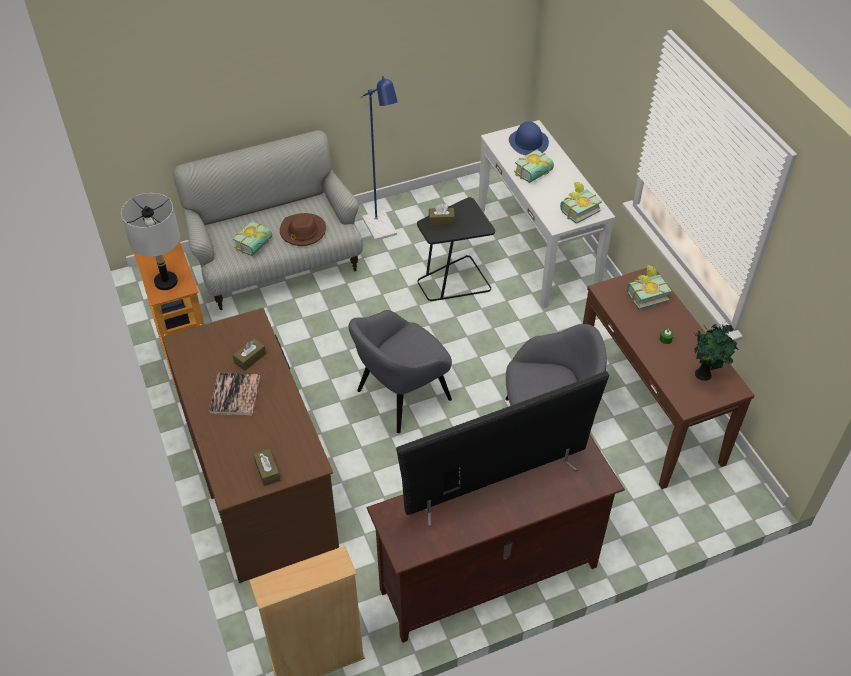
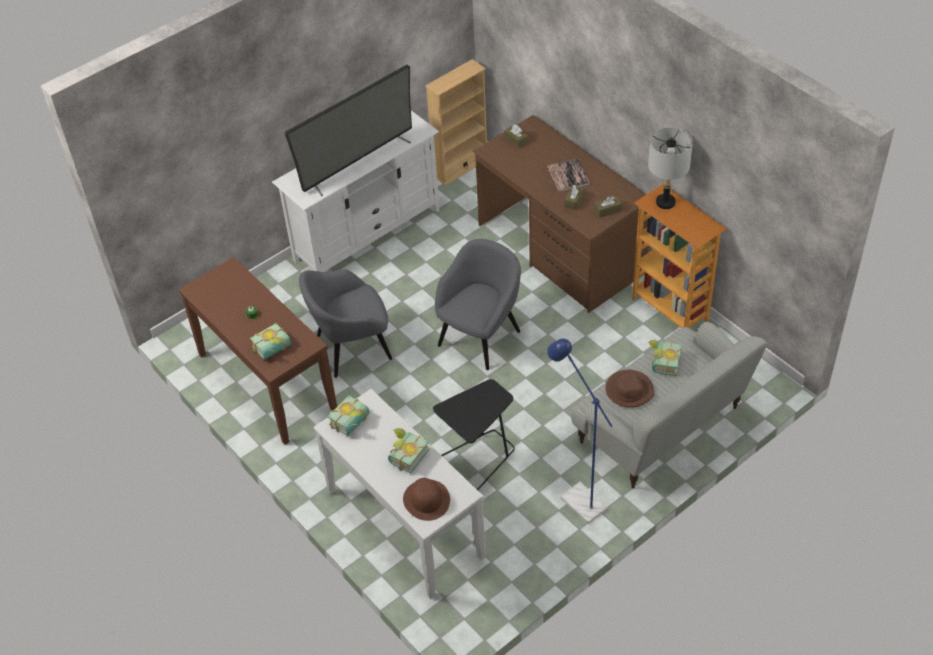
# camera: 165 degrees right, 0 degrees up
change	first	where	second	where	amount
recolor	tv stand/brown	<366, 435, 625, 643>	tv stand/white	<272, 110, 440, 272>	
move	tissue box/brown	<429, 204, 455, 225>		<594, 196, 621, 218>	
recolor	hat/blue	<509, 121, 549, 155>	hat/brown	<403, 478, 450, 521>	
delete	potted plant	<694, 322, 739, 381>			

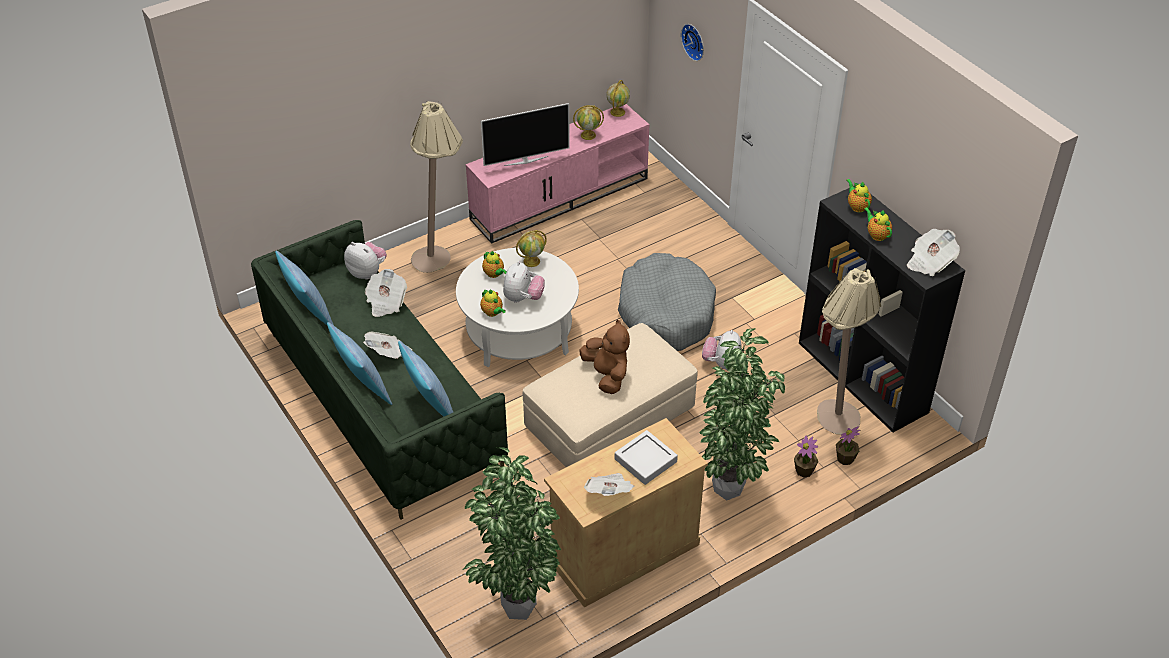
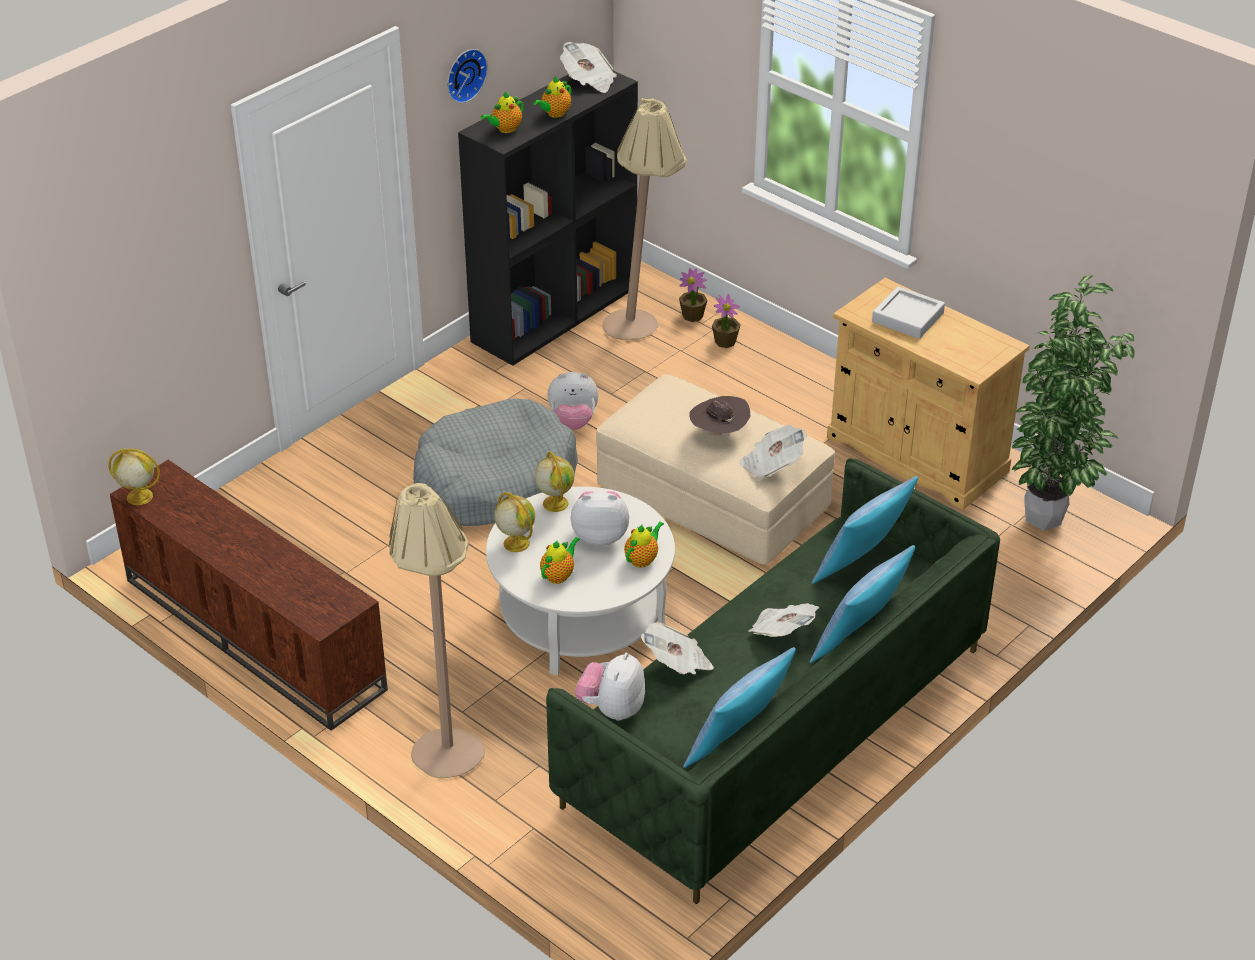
# camera: 105 degrees left, 5 degrees down
change	first	where	second	where	amount
recolor	tv stand/pink	<466, 104, 649, 244>	tv stand/brown	<110, 460, 388, 731>	
delete	television	<481, 103, 570, 166>			
move	globe	<573, 105, 604, 140>		<534, 452, 574, 512>	
replace	plush toy/brown	<579, 319, 630, 394>	hat/brown	<689, 396, 751, 436>	
move	newspaper	<584, 473, 635, 496>		<739, 425, 807, 480>	
move	wall clock	<681, 24, 704, 61>		<447, 49, 488, 103>	
delete	potted plant	<699, 328, 785, 501>			

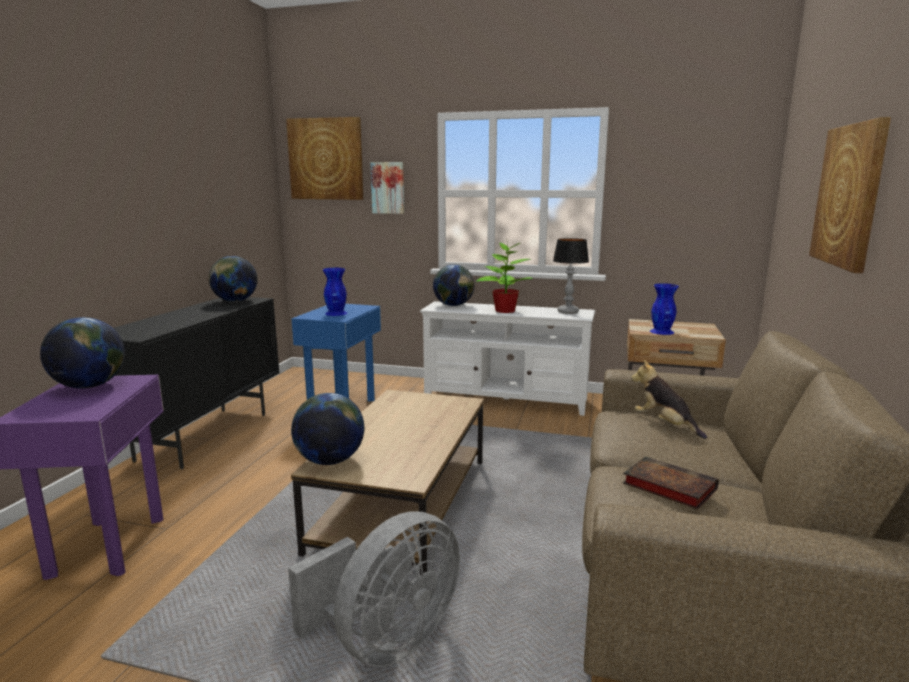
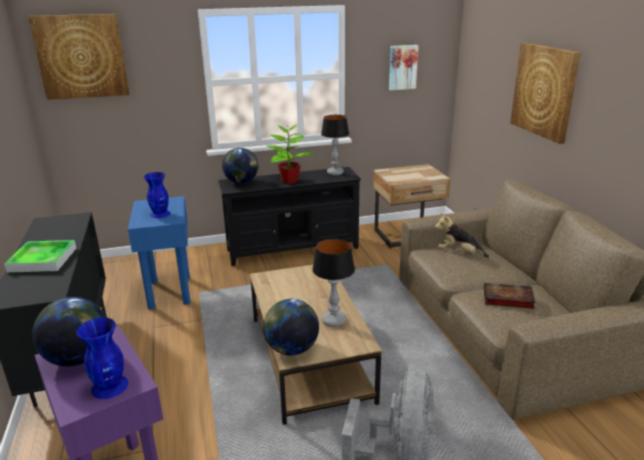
# camera: 30 degrees left, 10 degrees up
change	first	where	second	where	amount
delete	globe	<209, 256, 258, 302>			
move	picture	<371, 162, 404, 214>		<389, 45, 419, 90>	
recolor	tv stand/white	<420, 301, 595, 416>	tv stand/black	<218, 167, 361, 266>	
move	vase/blue	<650, 283, 679, 335>		<77, 317, 128, 399>	
insert			tray	<4, 240, 76, 273>	
insert			table lamp	<312, 239, 355, 327>	

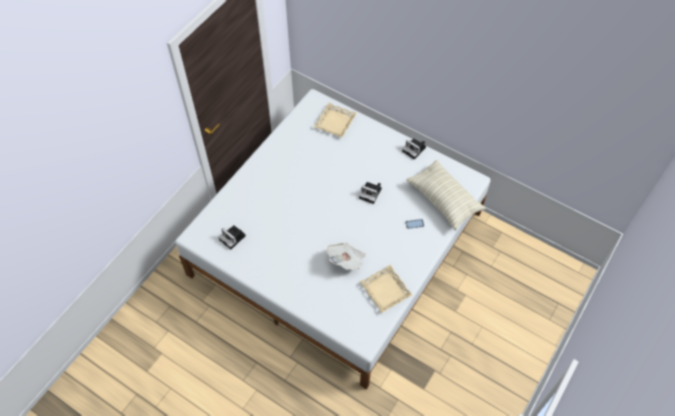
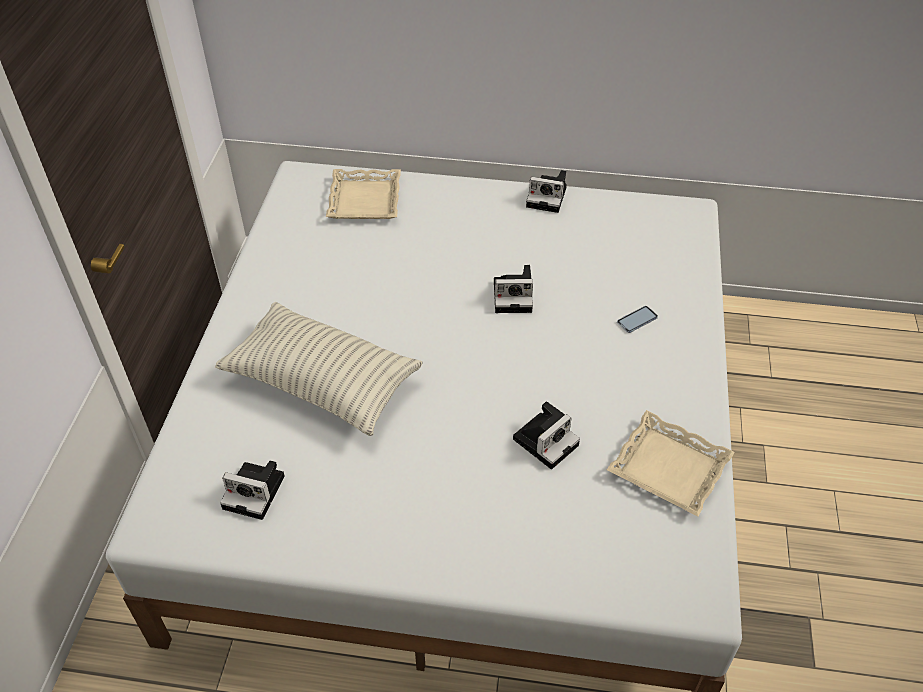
# camera: 25 degrees left, 10 degrees down
change	first	where	second	where	amount
replace	newspaper	<326, 243, 366, 270>	photo camera	<513, 401, 580, 469>	
move	pillow	<406, 160, 486, 230>		<215, 302, 423, 436>	

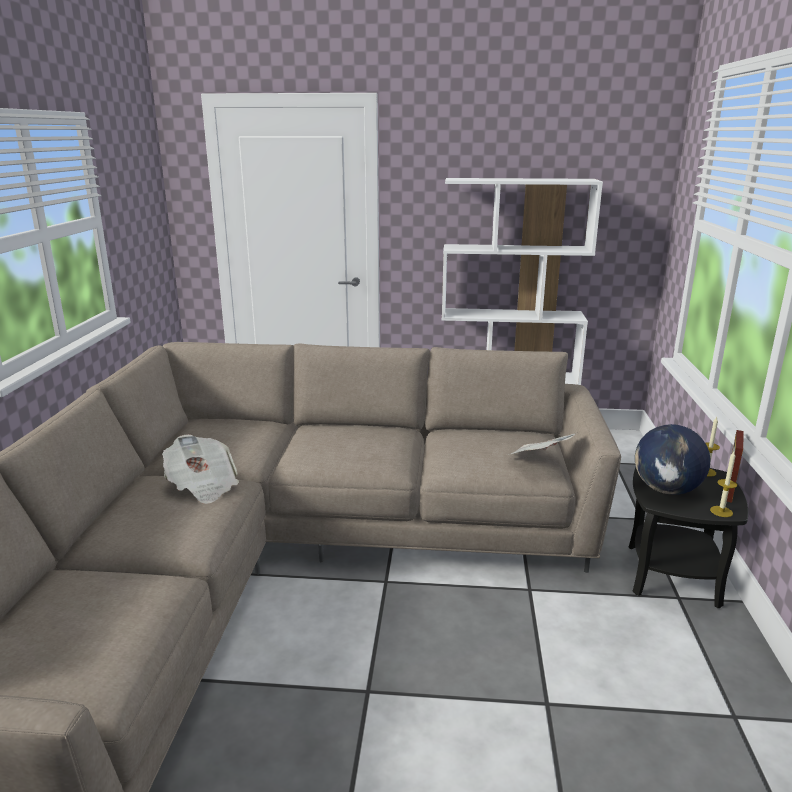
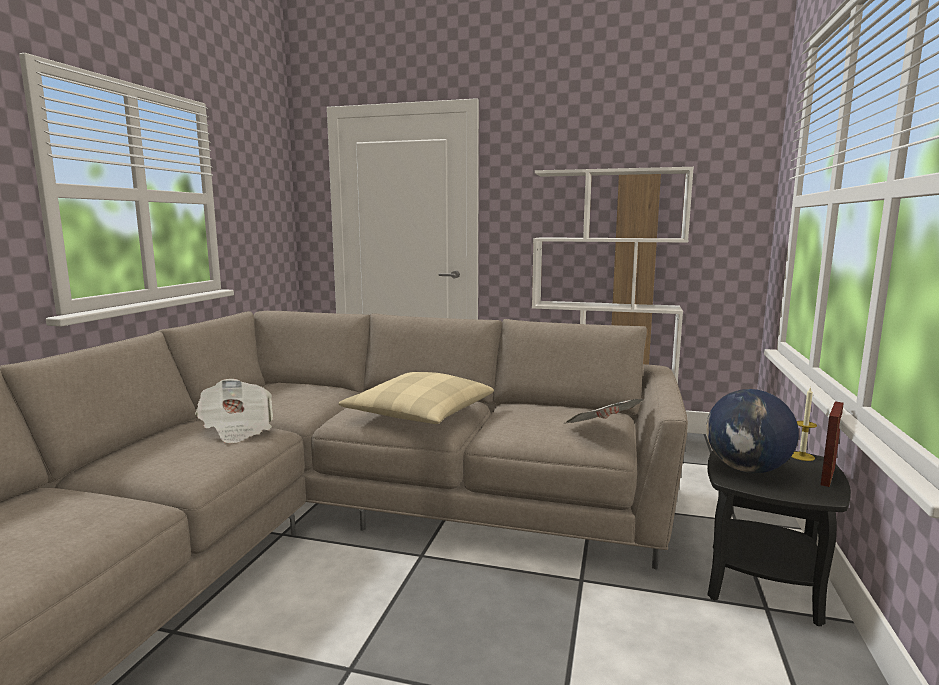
# camera: 10 degrees right, 10 degrees down
change	first	where	second	where	amount
delete	candle	<710, 451, 737, 517>			
insert			pillow/beige	<339, 372, 494, 424>	

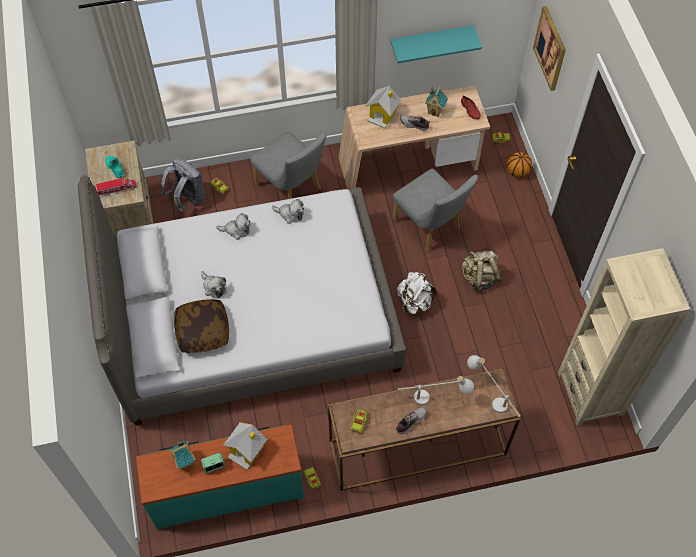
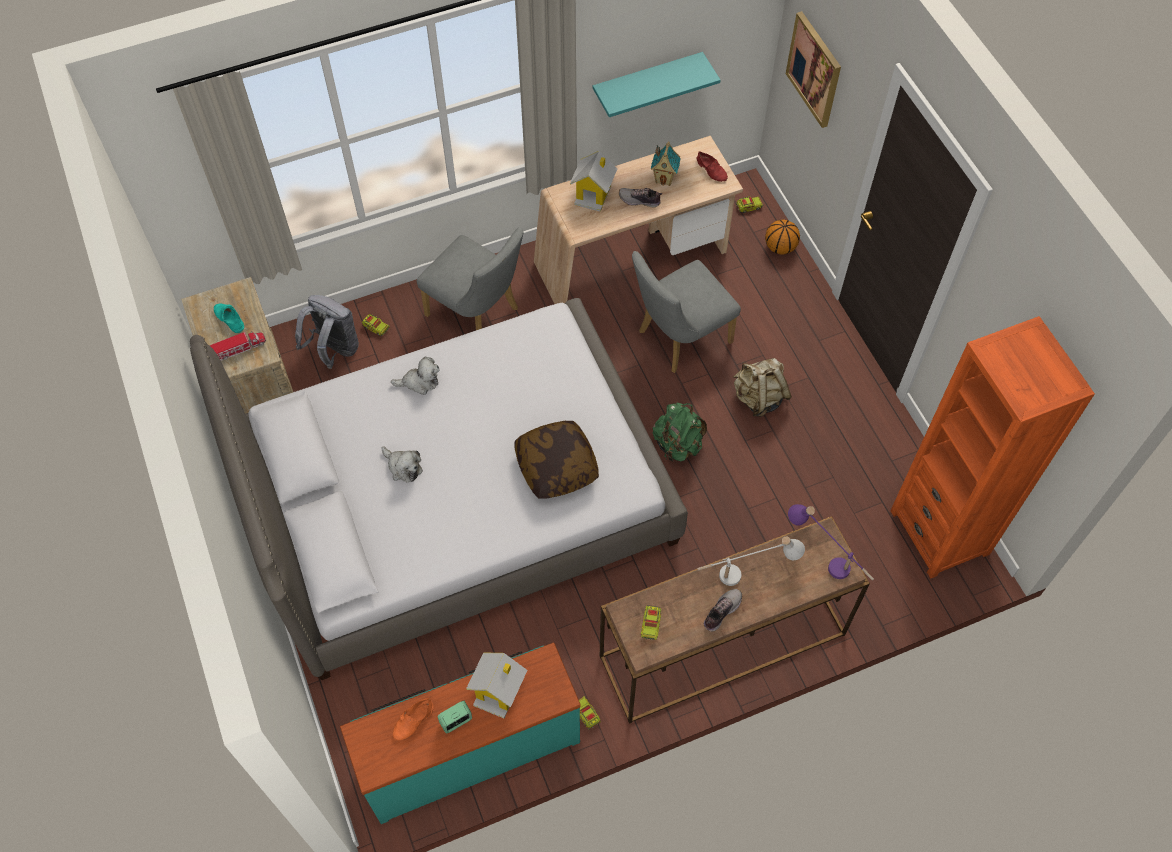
# camera: 10 degrees left, 0 degrees up
change	first	where	second	where	amount
replace	toy house	<169, 440, 196, 470>	shoe/orange	<393, 698, 434, 740>	
move	pillow	<174, 299, 229, 353>		<515, 421, 599, 499>	
delete	plush toy	<272, 199, 304, 224>			
rotate	chair/grey	<393, 169, 478, 252>		<632, 251, 741, 373>	105 degrees clockwise
recolor	backpack/white	<397, 272, 437, 314>	backpack/green	<652, 402, 707, 462>	
recolor	table lamp/white	<467, 355, 520, 417>	table lamp/purple	<788, 504, 874, 580>	
recolor	bookcase/beige	<558, 248, 690, 425>	bookcase/orange	<890, 316, 1095, 579>	

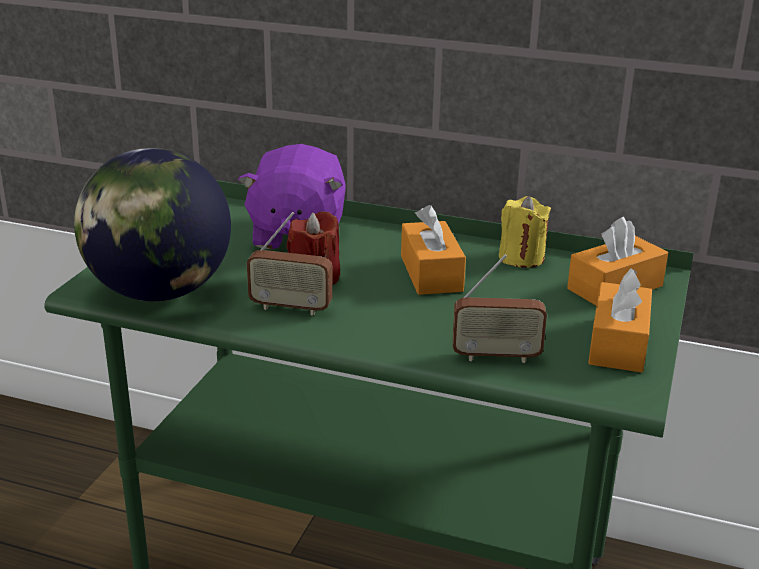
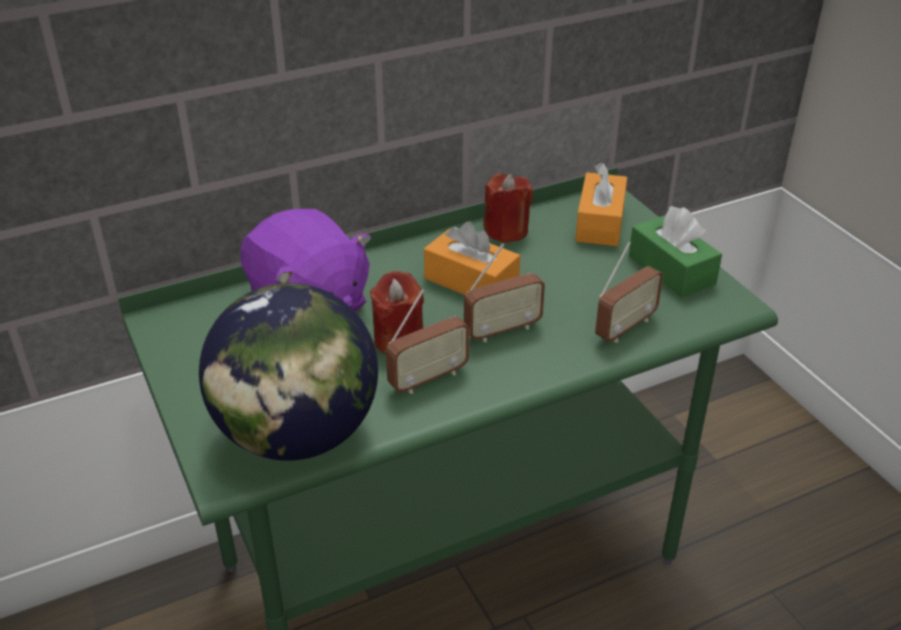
# camera: 45 degrees left, 10 degrees up
change	first	where	second	where	amount
recolor	candle/yellow	<499, 196, 551, 268>	candle/red	<483, 174, 533, 243>	
recolor	tissue box/orange	<588, 268, 652, 373>	tissue box/green	<629, 206, 722, 298>	
insert			radio	<464, 243, 545, 342>	

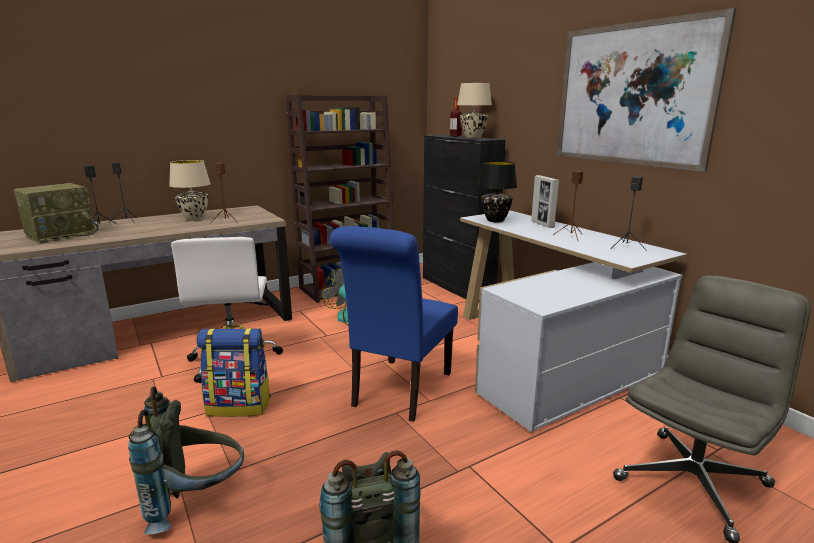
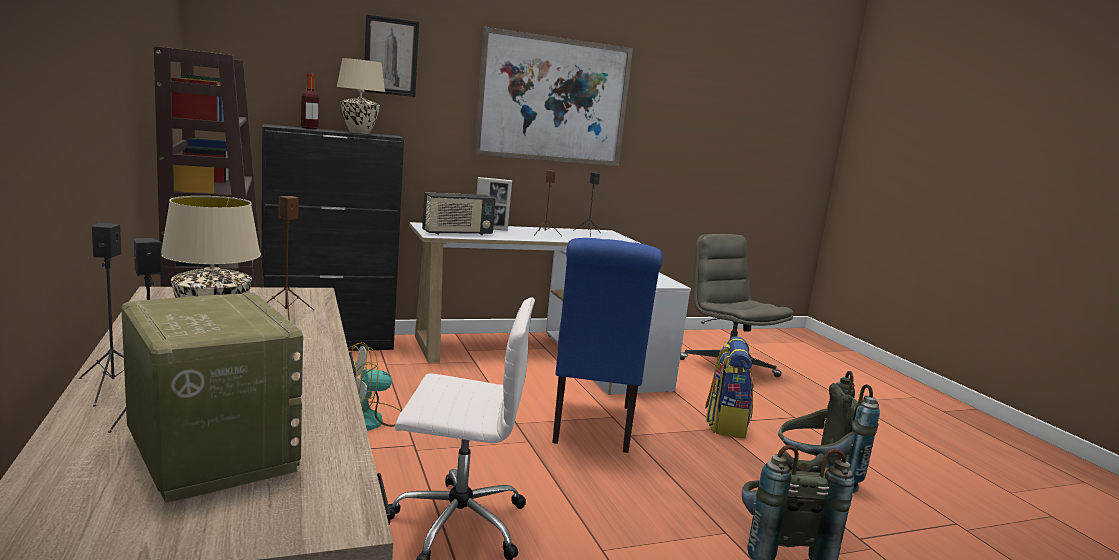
# camera: 80 degrees left, 5 degrees down
change	first	where	second	where	amount
move	backpack	<196, 325, 271, 417>		<705, 336, 754, 438>	
rotate	chair/blue	<330, 226, 458, 422>		<552, 238, 662, 453>	60 degrees clockwise
replace	table lamp/black	<478, 161, 517, 222>	radio	<422, 192, 496, 235>	
insert			picture	<364, 14, 419, 97>	

